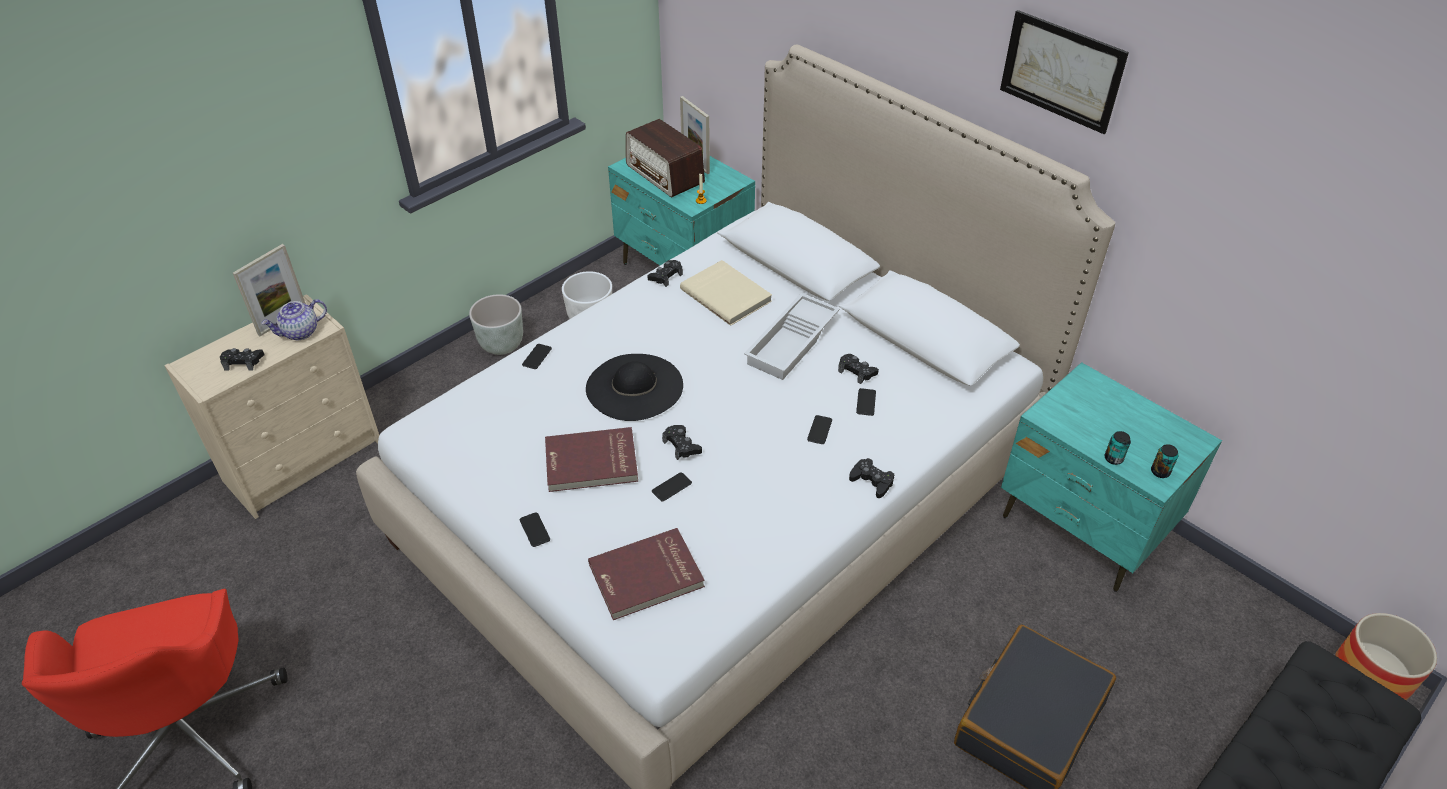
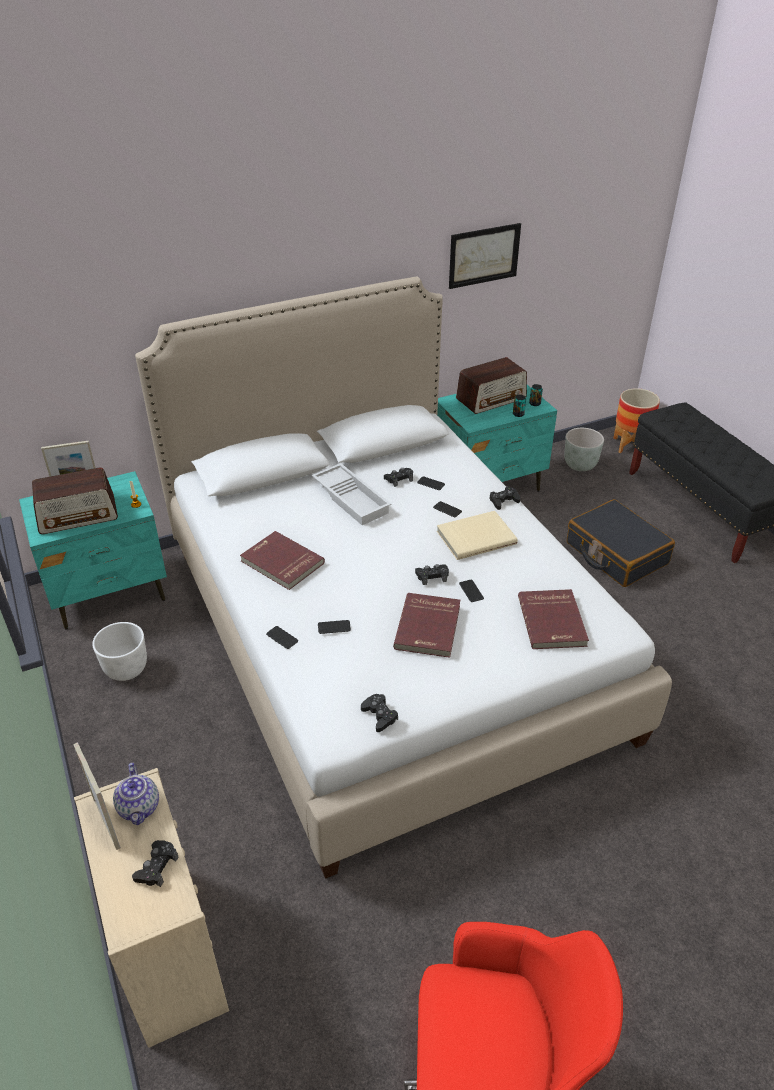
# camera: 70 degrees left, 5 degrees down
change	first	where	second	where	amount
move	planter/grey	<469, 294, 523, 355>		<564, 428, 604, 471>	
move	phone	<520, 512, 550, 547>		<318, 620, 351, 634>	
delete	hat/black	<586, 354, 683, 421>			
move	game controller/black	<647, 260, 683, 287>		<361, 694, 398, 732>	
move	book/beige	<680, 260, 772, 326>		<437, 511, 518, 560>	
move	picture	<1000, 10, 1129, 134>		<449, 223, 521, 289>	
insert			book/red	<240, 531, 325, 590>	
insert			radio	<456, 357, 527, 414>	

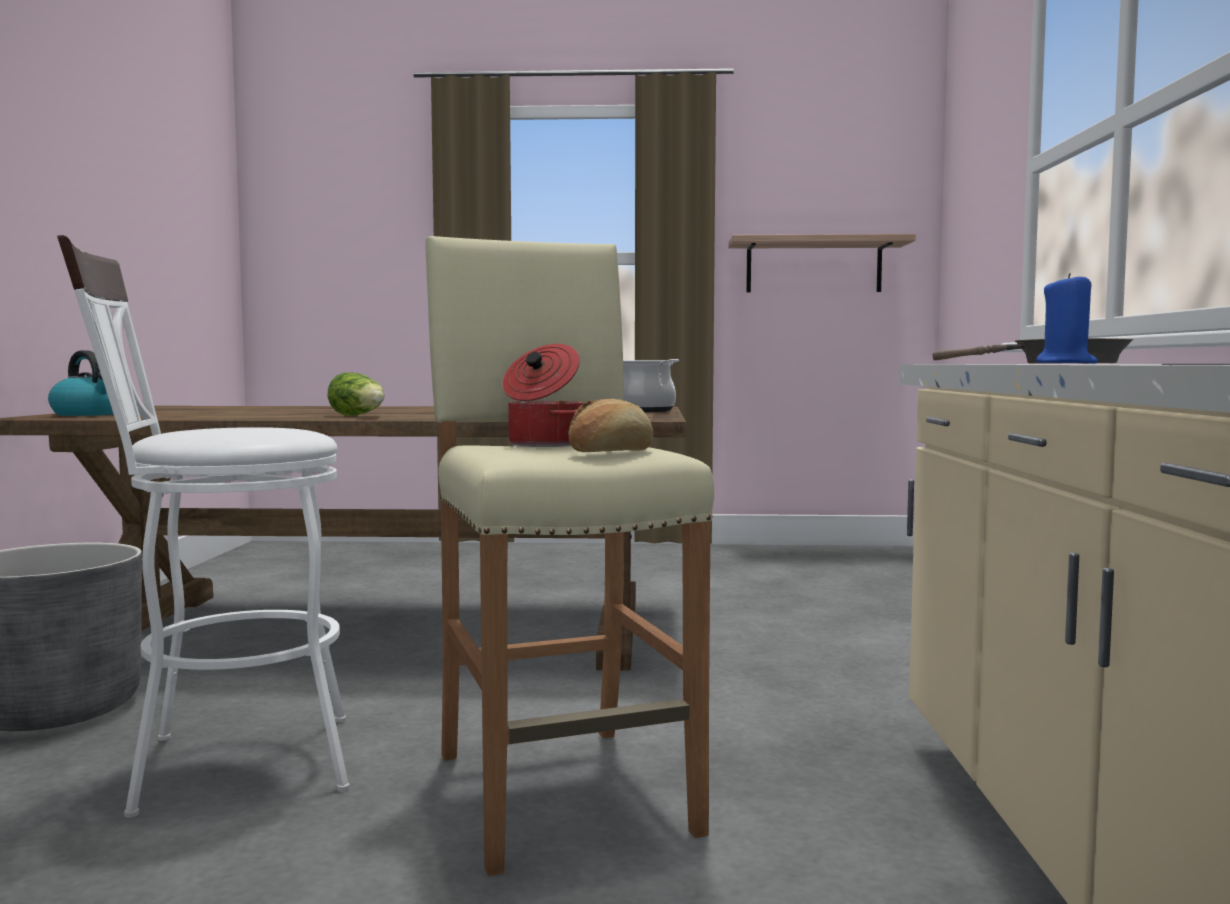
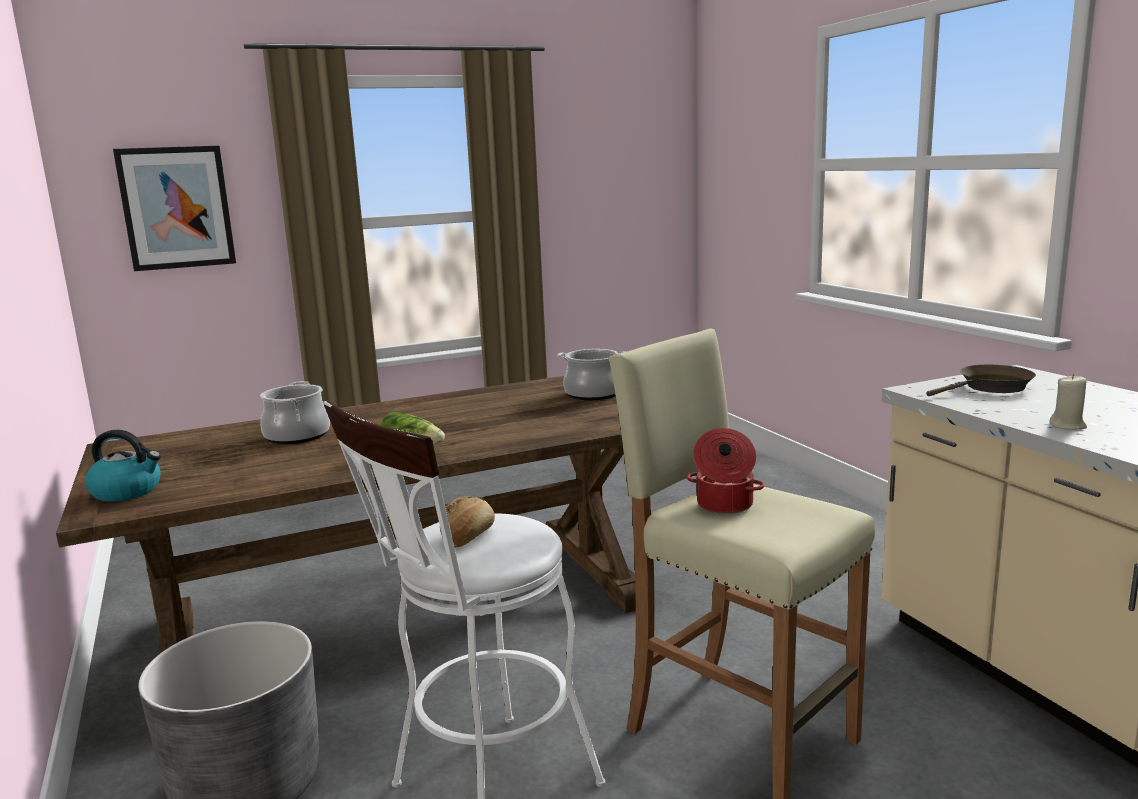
# camera: 25 degrees left, 10 degrees up
change	first	where	second	where	amount
move	bread	<569, 399, 653, 452>		<440, 496, 495, 548>	
delete	shelf	<728, 234, 916, 292>			
recolor	candle/blue	<1036, 273, 1098, 364>	candle/beige	<1050, 374, 1087, 430>	
insert			picture	<113, 146, 236, 271>	
insert			cooking pot	<260, 381, 330, 444>	

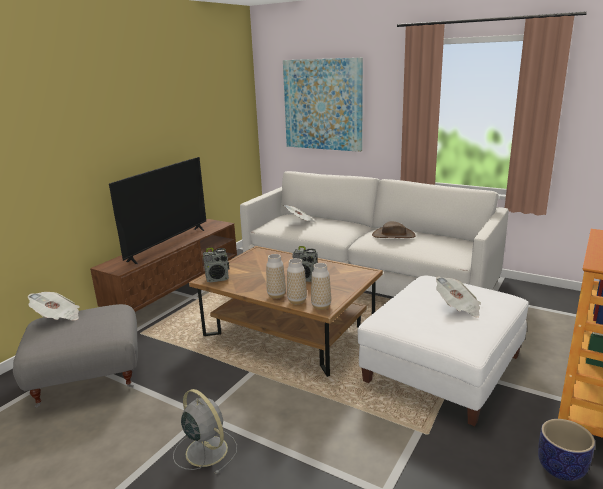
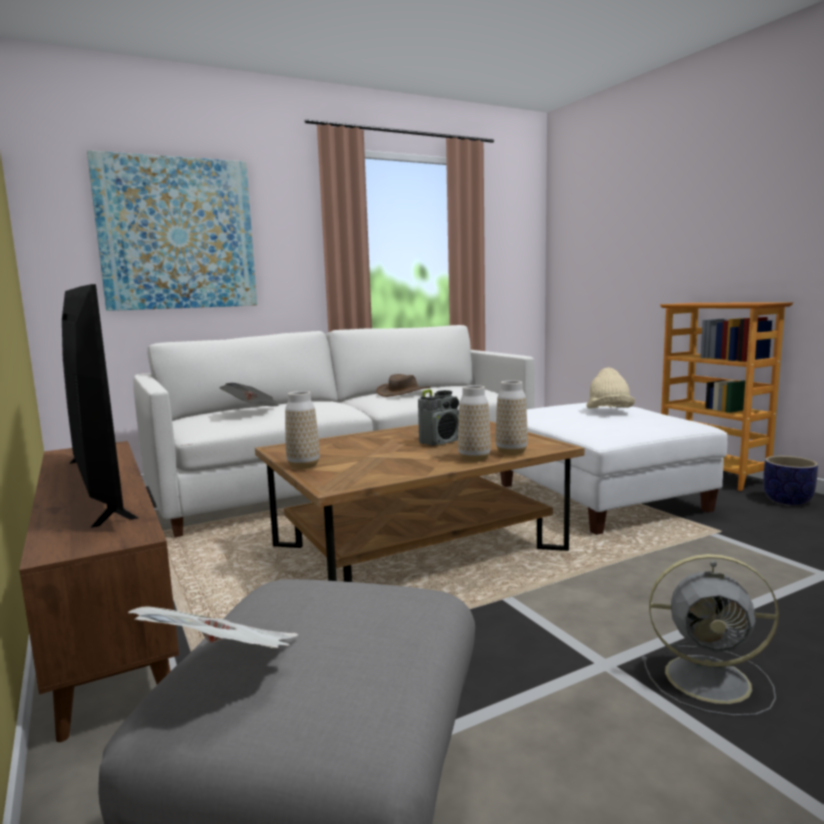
# camera: 60 degrees left, 10 degrees down
change	first	where	second	where	amount
rotate	fan/grey	<173, 389, 237, 474>		<641, 554, 779, 716>	150 degrees counterclockwise
delete	radio	<203, 247, 229, 282>			
move	vase	<311, 263, 331, 310>		<285, 391, 320, 469>	
replace	newspaper	<436, 277, 481, 318>	hat/beige	<586, 368, 635, 408>	

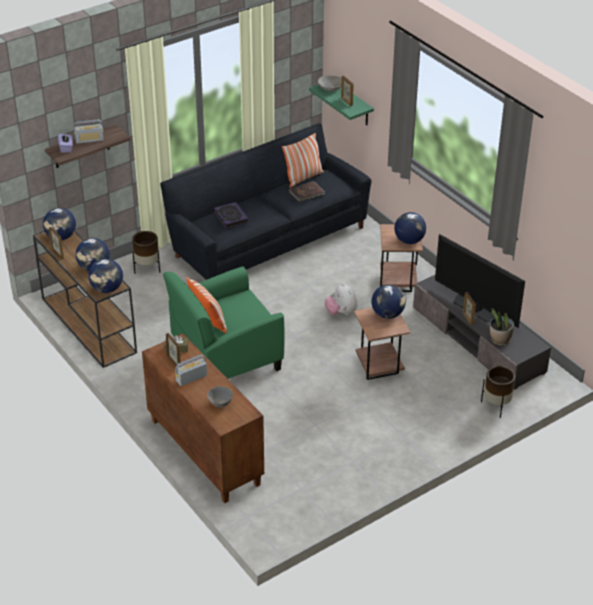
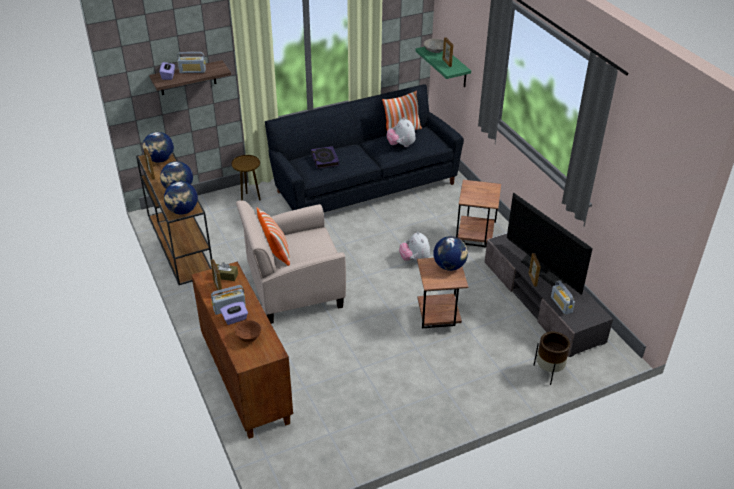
# camera: 10 degrees right, 0 degrees up
change	first	where	second	where	amount
replace	planter/brown	<132, 231, 160, 273>	side table/brown	<232, 155, 261, 201>	
recolor	armchair/green	<163, 266, 284, 379>	armchair/beige	<236, 200, 346, 324>	
recolor	bowl/grey	<207, 386, 233, 407>	bowl/brown	<235, 320, 261, 343>	
replace	book/brown	<289, 181, 325, 202>	plush toy	<387, 117, 415, 147>	
delete	globe	<394, 212, 426, 244>			
replace	potted plant	<490, 308, 514, 345>	radio	<551, 280, 575, 315>	
insert			tissue box/purple	<220, 302, 248, 325>	

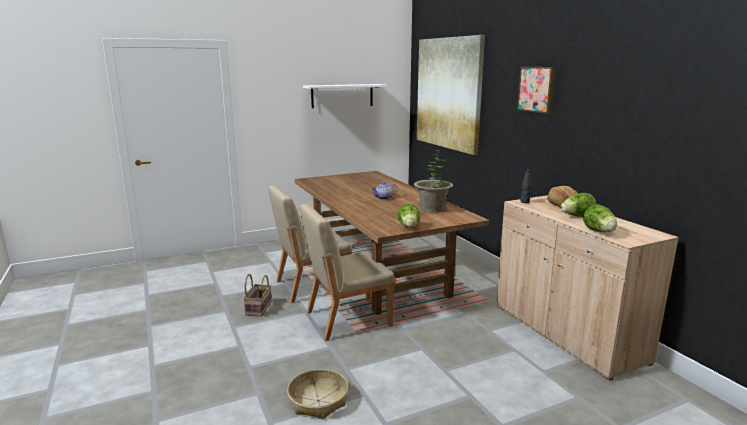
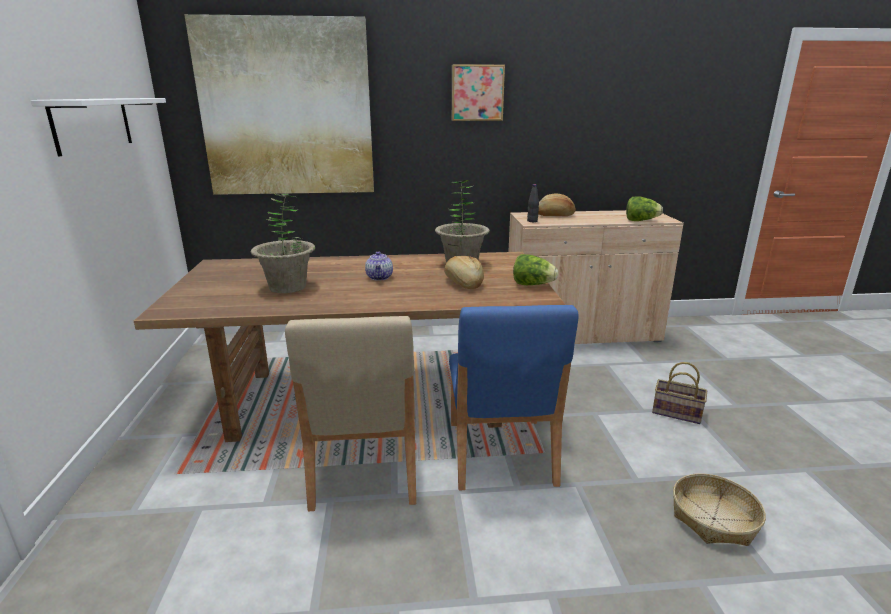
# camera: 70 degrees left, 5 degrees up
change	first	where	second	where	amount
move	basket	<243, 274, 272, 317>		<652, 362, 707, 424>	
recolor	chair/beige	<300, 204, 395, 341>	chair/blue	<449, 305, 579, 490>	
delete	lettuce	<561, 193, 597, 217>			
insert			potted plant	<251, 194, 315, 293>	
insert			bread	<444, 256, 484, 289>	

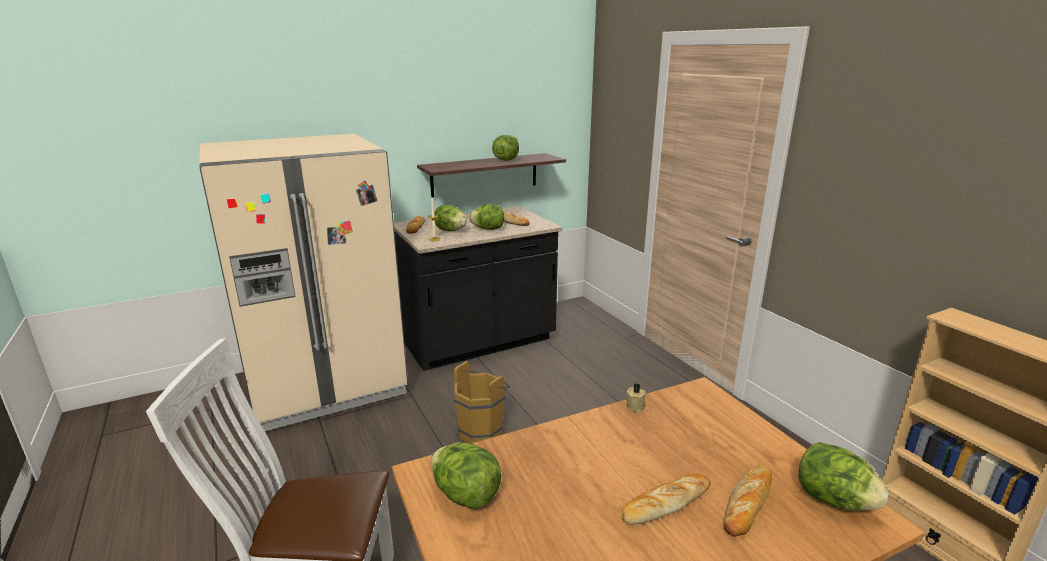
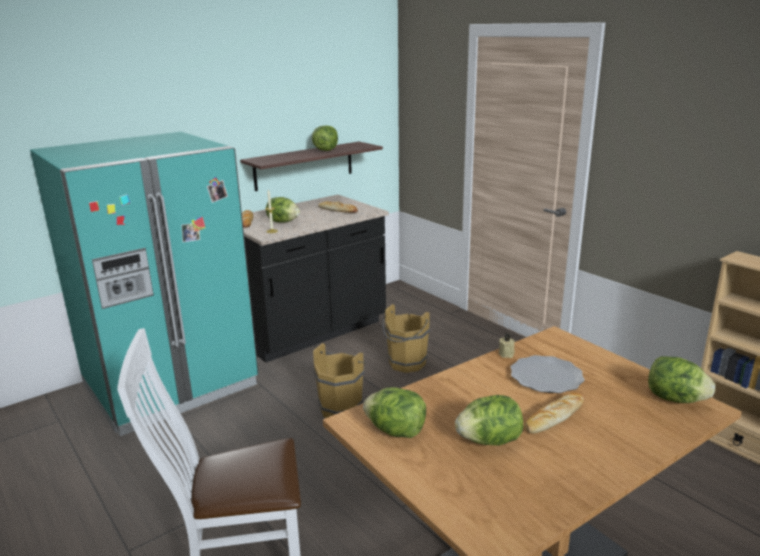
# camera: 10 degrees left, 0 degrees up
change	first	where	second	where	amount
recolor	fridge/beige	<199, 134, 408, 431>	fridge/turquoise	<30, 132, 259, 436>	
move	lettuce	<469, 204, 504, 230>		<455, 395, 523, 446>	
delete	bread	<724, 465, 772, 537>			
insert			bucket/brown	<382, 304, 430, 373>	
insert			plate	<510, 355, 585, 393>	

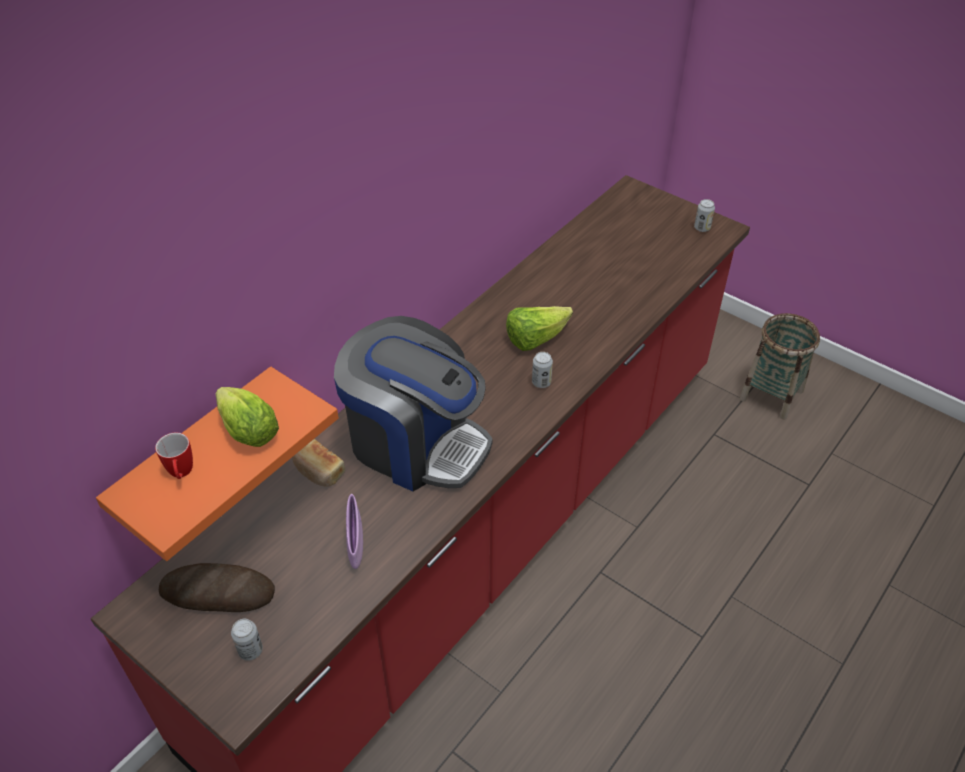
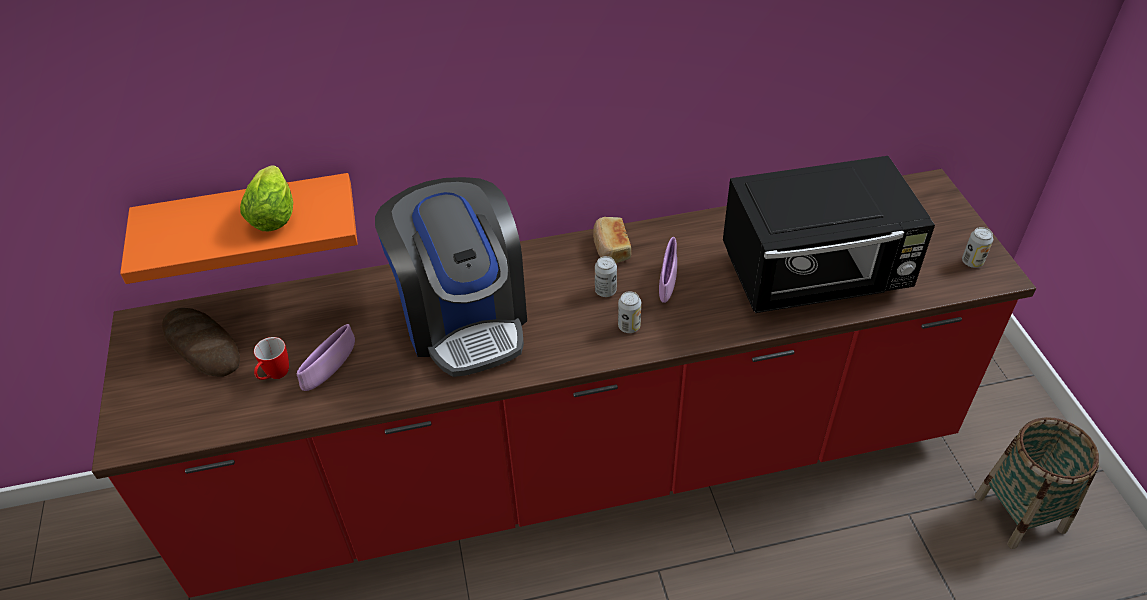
# camera: 40 degrees right, 0 degrees up
change	first	where	second	where	amount
move	mug	<155, 433, 193, 479>		<254, 337, 289, 380>	
move	can	<231, 619, 263, 660>		<595, 256, 617, 297>	
move	bread	<292, 439, 345, 487>		<593, 217, 631, 263>	
replace	lettuce	<506, 306, 573, 351>	bowl/purple	<659, 237, 677, 303>	
insert			microwave/black	<723, 156, 935, 313>	

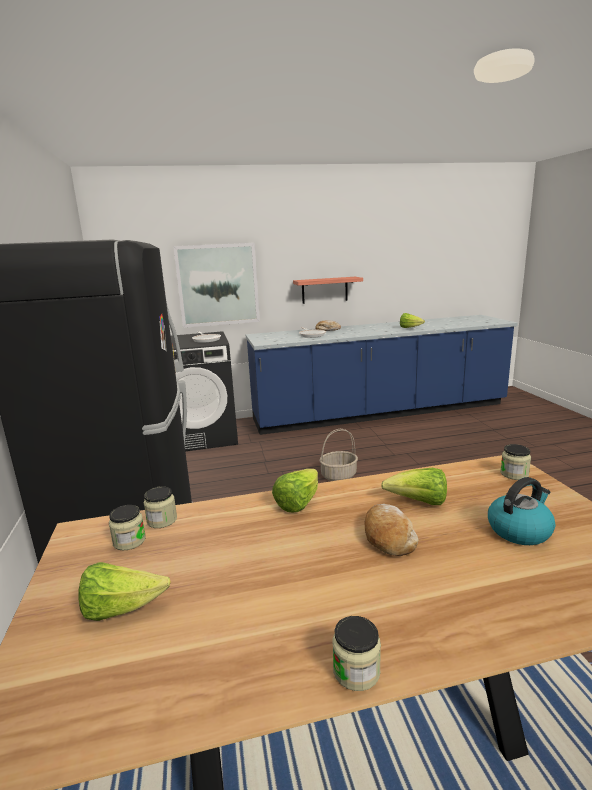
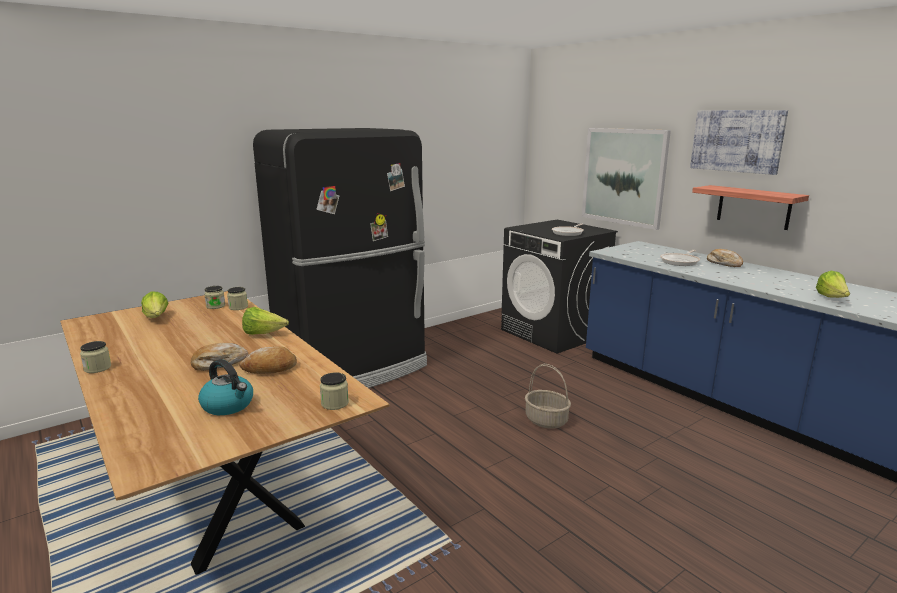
# camera: 65 degrees right, 0 degrees up
change	first	where	second	where	amount
replace	lettuce	<381, 468, 447, 505>	bread	<239, 346, 297, 374>	
insert			picture	<690, 110, 788, 175>	

